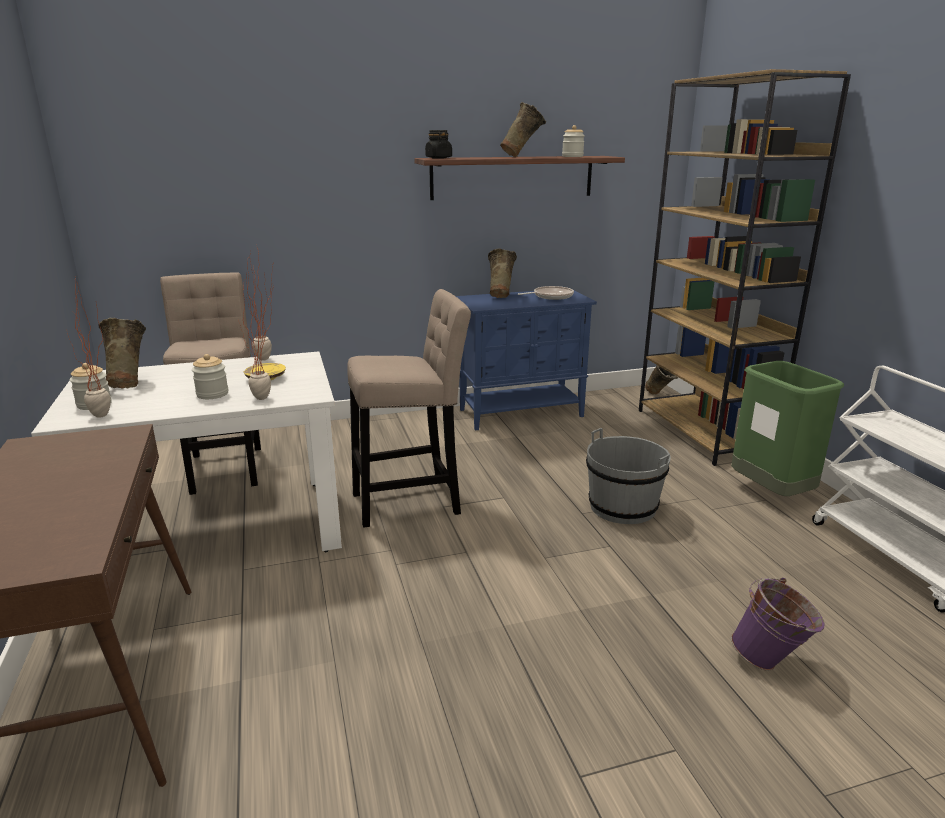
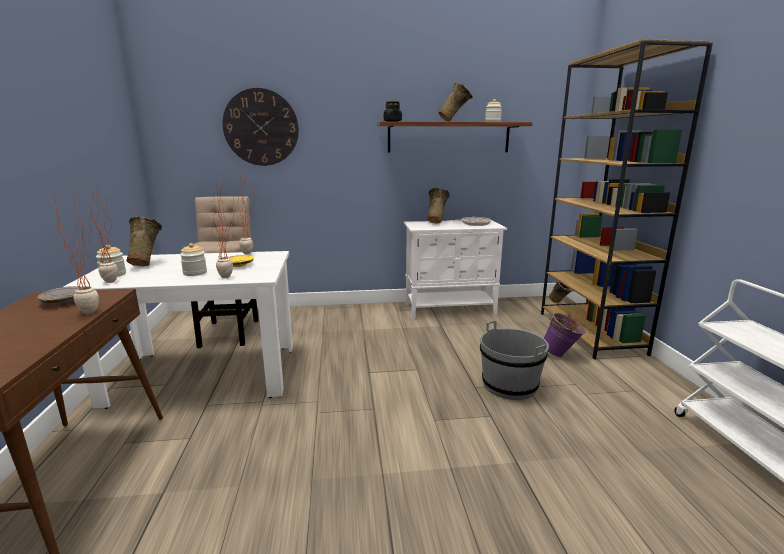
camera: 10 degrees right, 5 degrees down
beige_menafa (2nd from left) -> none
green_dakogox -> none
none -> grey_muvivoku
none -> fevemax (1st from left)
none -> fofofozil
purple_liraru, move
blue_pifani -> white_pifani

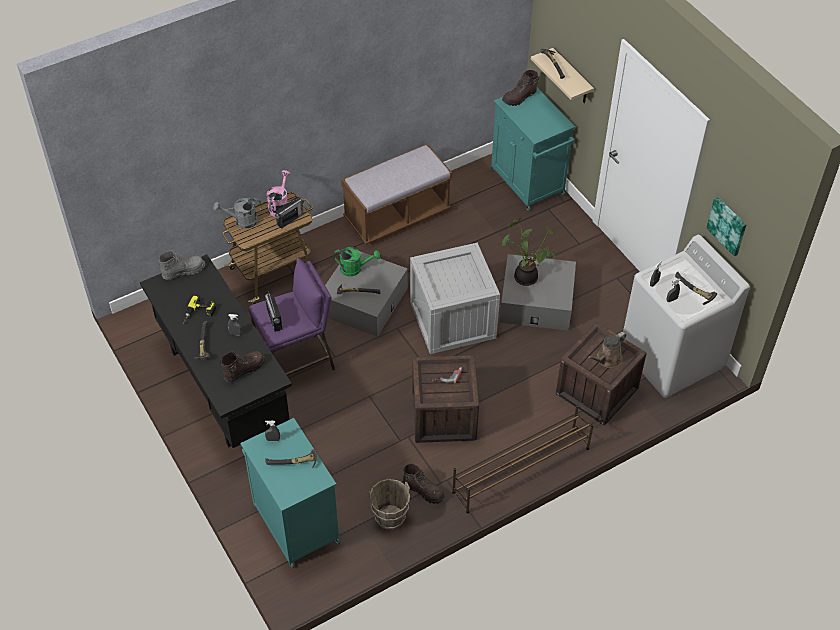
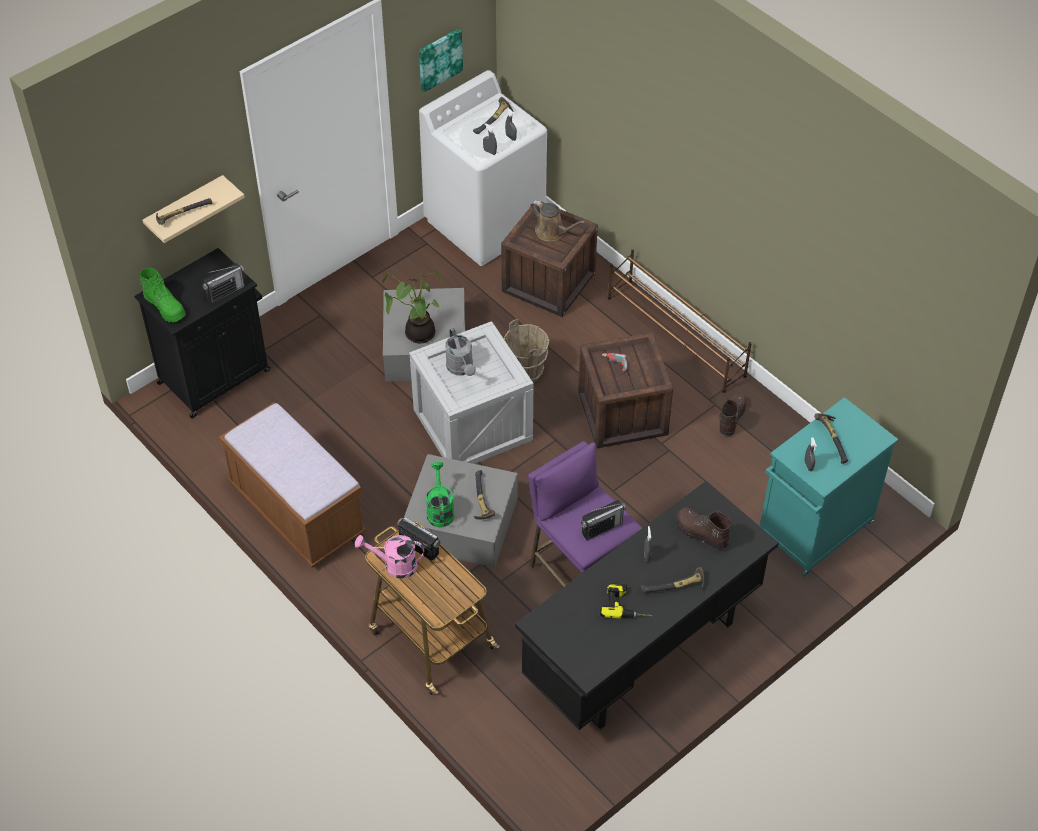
camera: 100 degrees left, 0 degrees up
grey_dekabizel -> none
none -> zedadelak (1st from left)
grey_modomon, move
brown_liraru, move
turquoise_pifani (2nd from left) -> black_pifani
brown_dekabizel (3rd from left) -> green_dekabizel

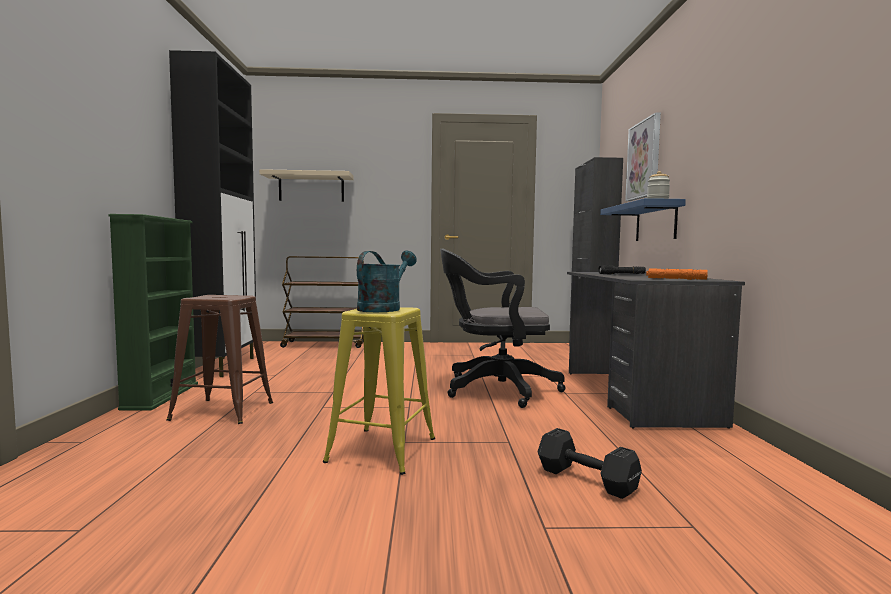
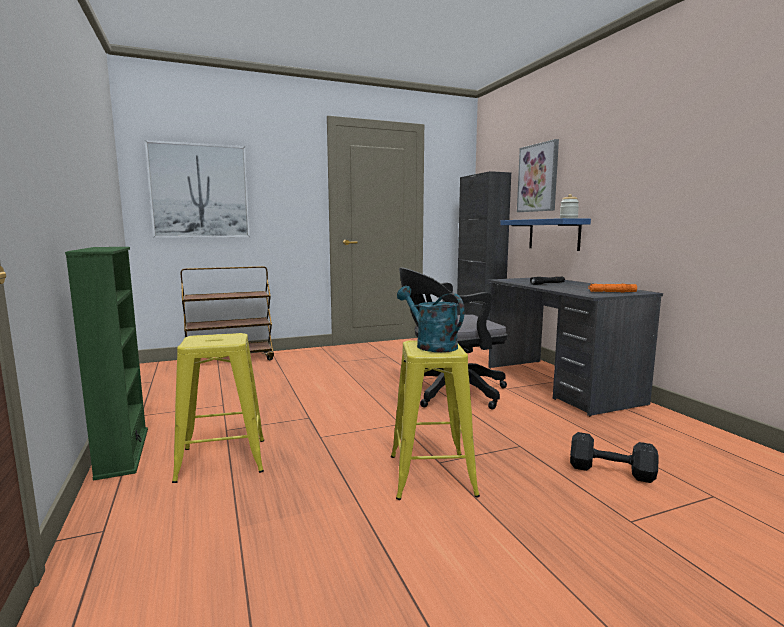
camera: 20 degrees left, 5 degrees up
black_pifani (1st from left) -> none
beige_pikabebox -> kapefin (1st from left)
brown_menafa -> yellow_menafa (1st from left)
turquoise_modomon, 45 degrees counterclockwise

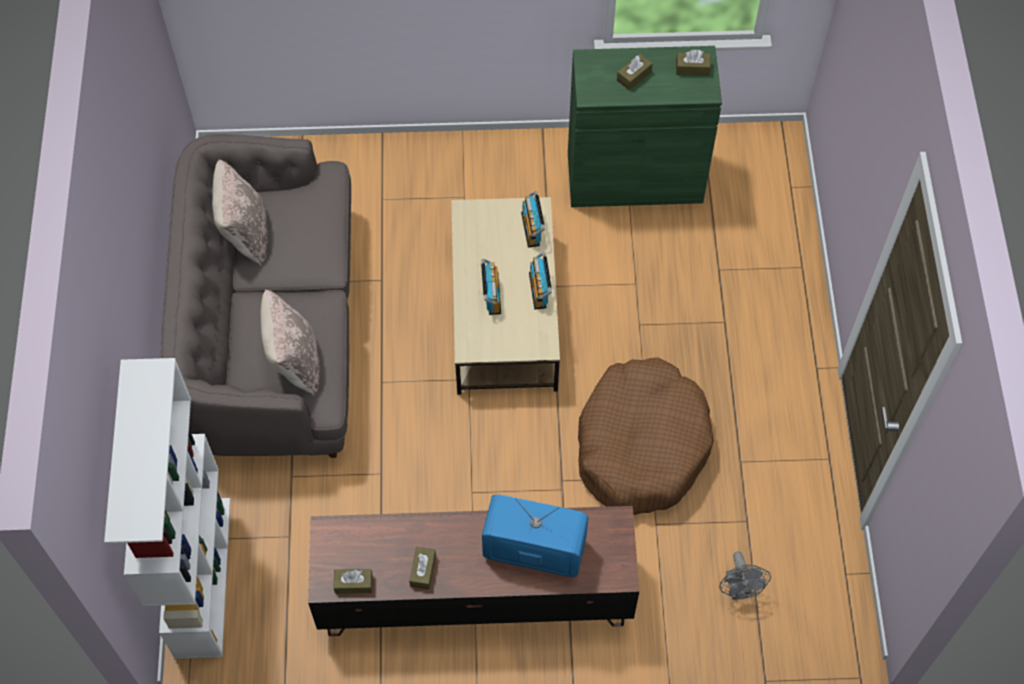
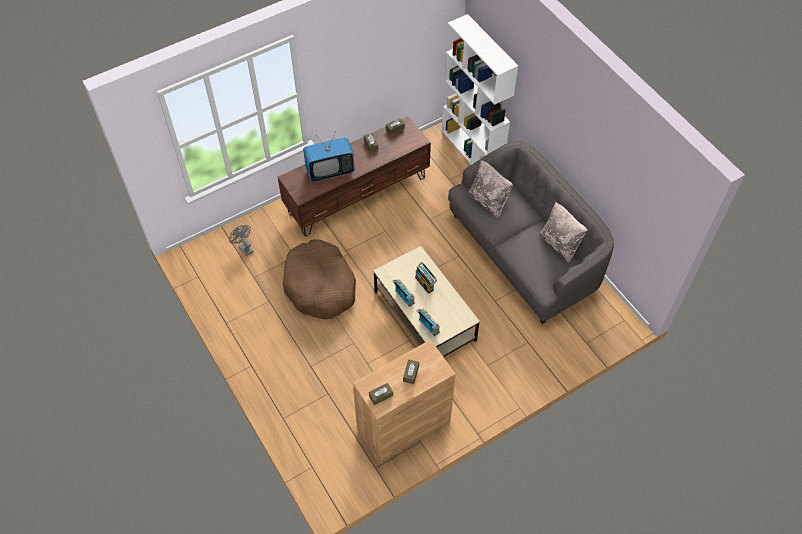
camera: 150 degrees right, 5 degrees down
green_pifani -> brown_pifani

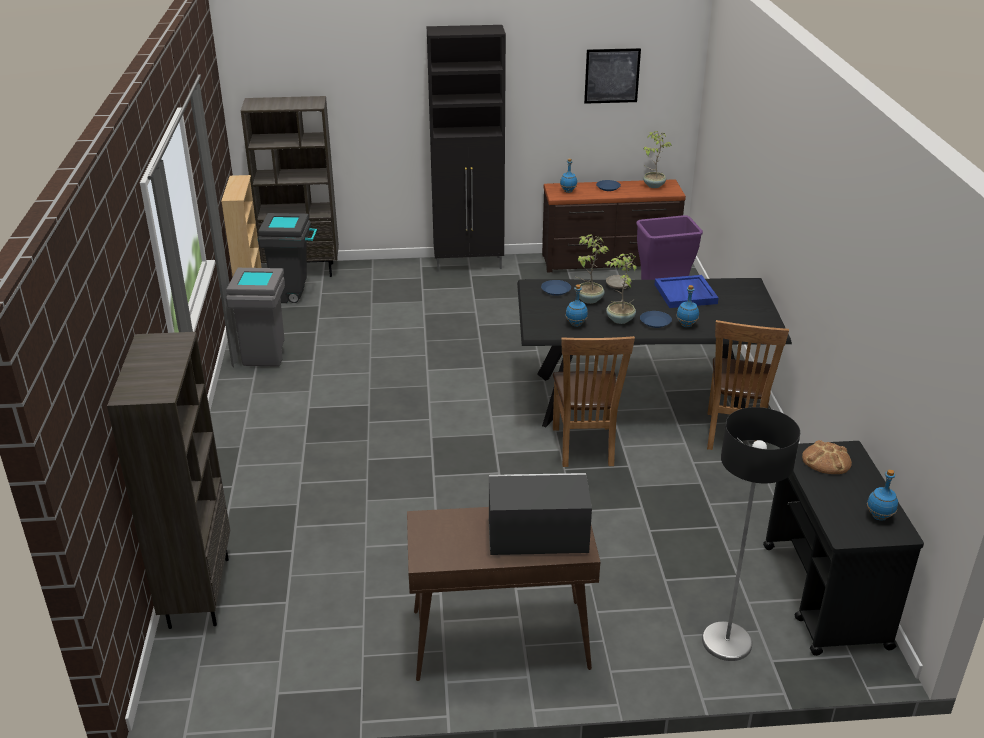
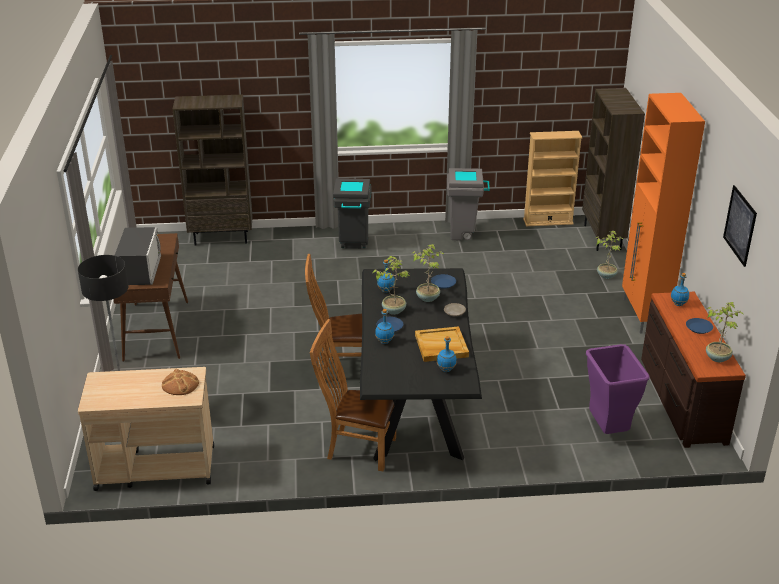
camera: 90 degrees right, 0 degrees up
none -> fevemax (3rd from left)
grey_dakogox (2nd from left in the first image) -> grey_dakogox (1st from left), move
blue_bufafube (4th from left in the first image) -> blue_bufafube (3rd from left), move
black_pifani -> orange_pifani
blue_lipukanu -> beige_lipukanu
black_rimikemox -> beige_rimikemox

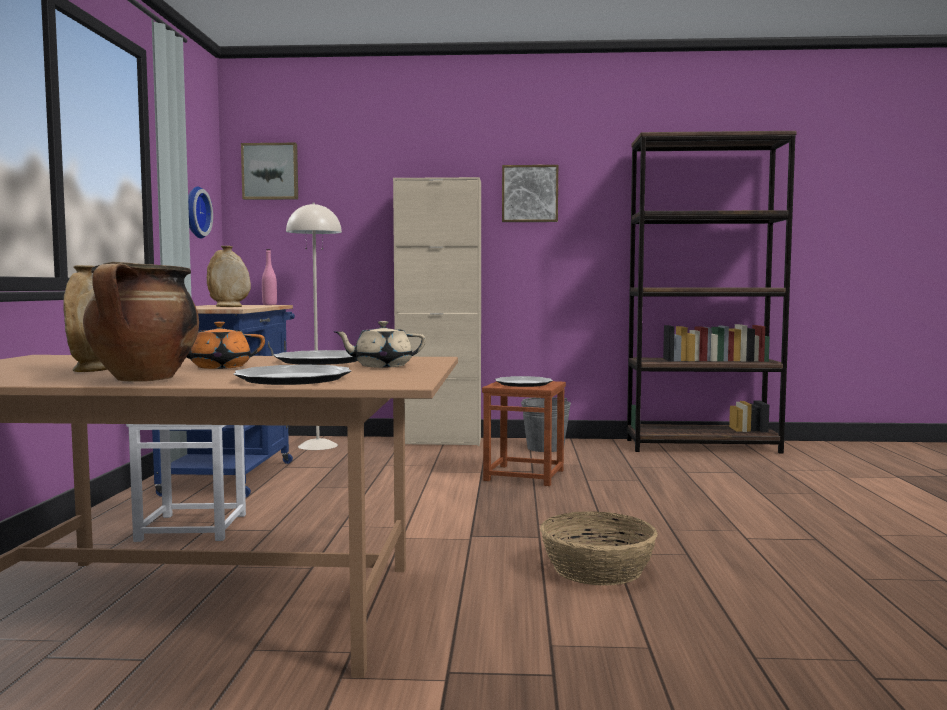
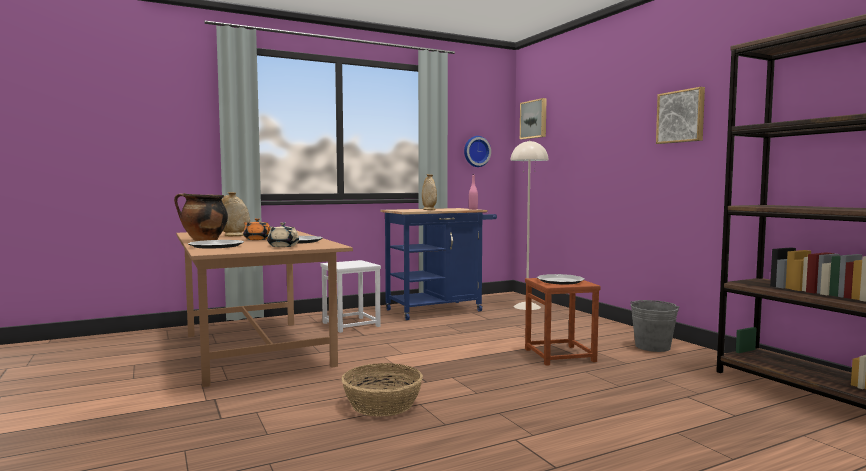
camera: 60 degrees right, 0 degrees up
beige_pifani -> none

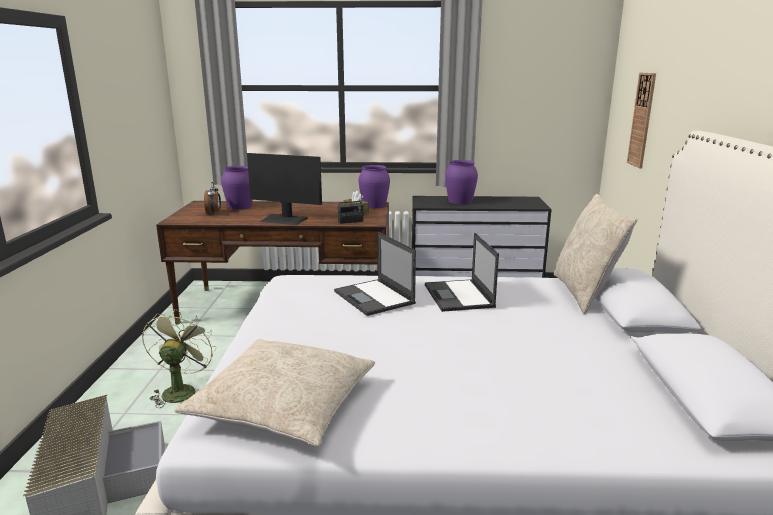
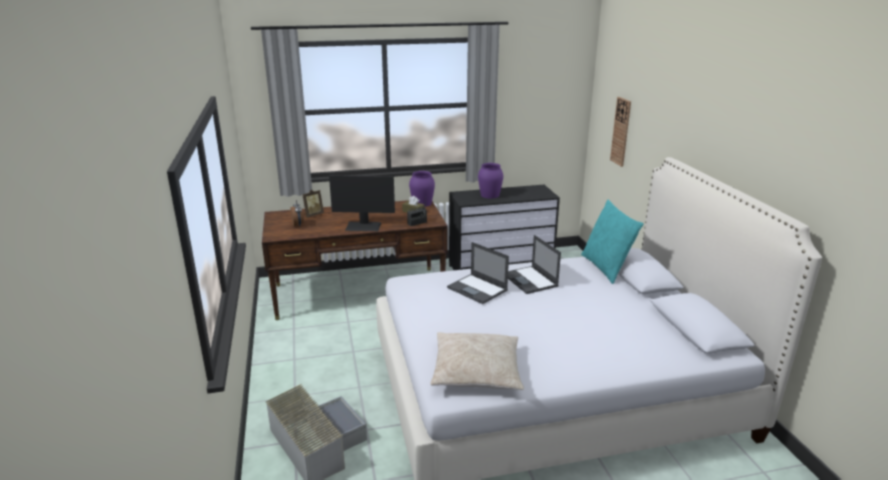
camera: 15 degrees left, 5 degrees up
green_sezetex -> none
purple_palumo (1st from left) -> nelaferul
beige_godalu (2nd from left) -> turquoise_godalu

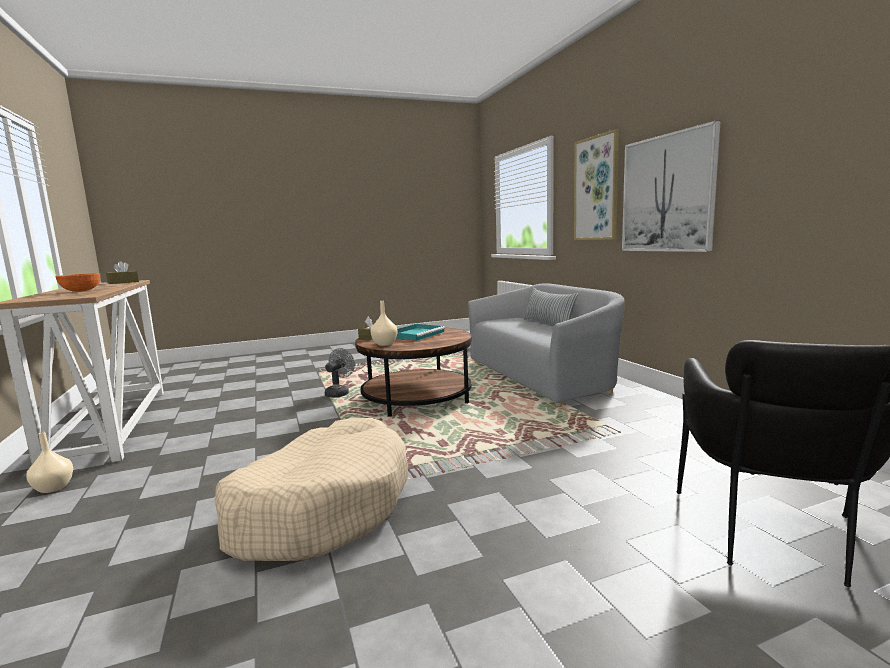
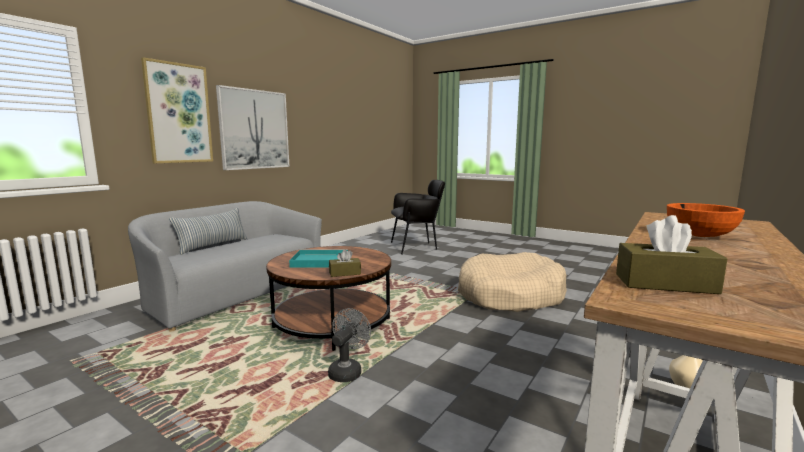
camera: 125 degrees left, 0 degrees up
beige_palumo (2nd from left) -> none
grey_sezetex, 120 degrees clockwise

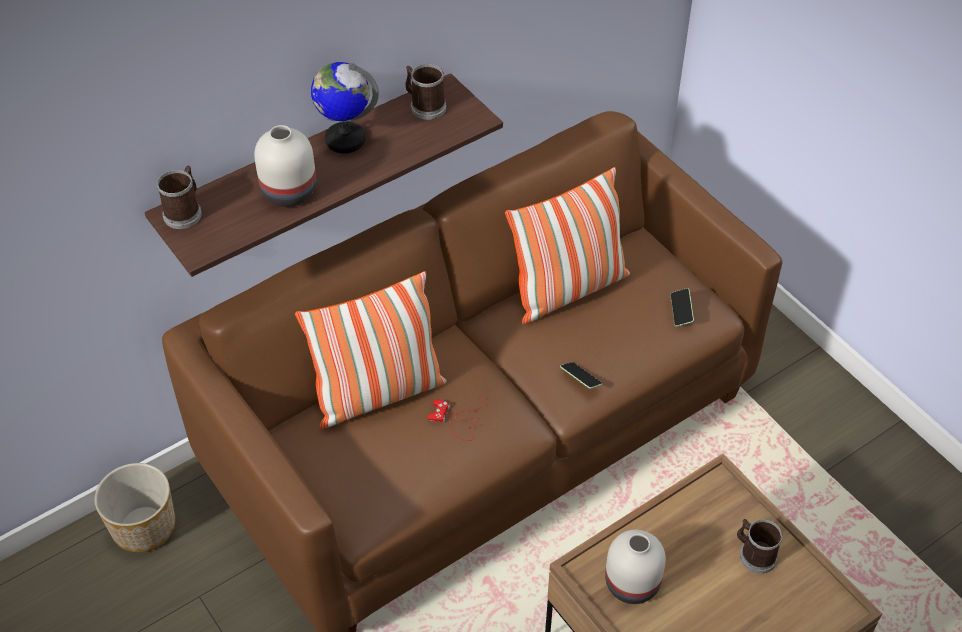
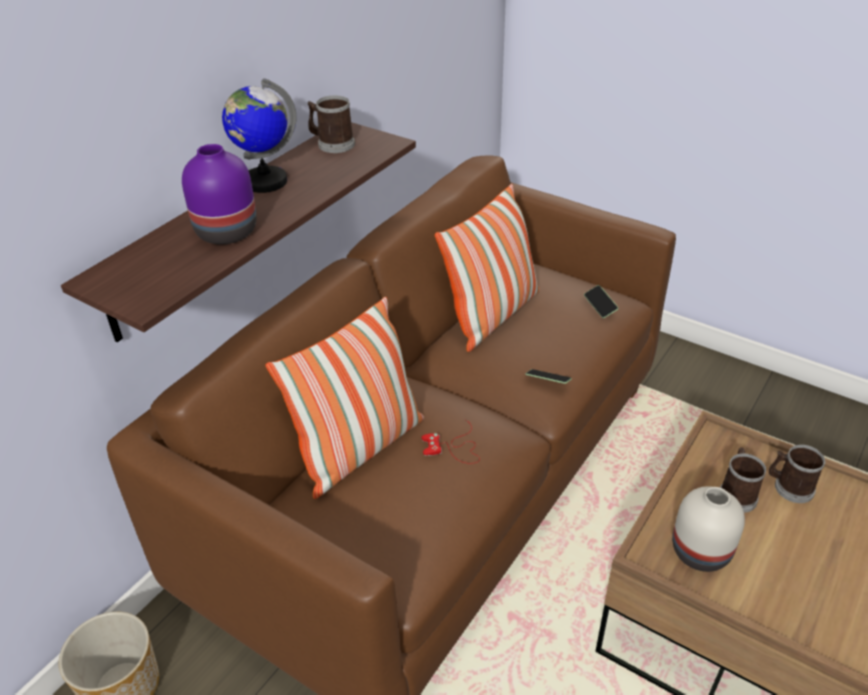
camera: 20 degrees left, 10 degrees down
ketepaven (1st from left in the first image) -> ketepaven (2nd from left), move
white_palumo (1st from left) -> purple_palumo

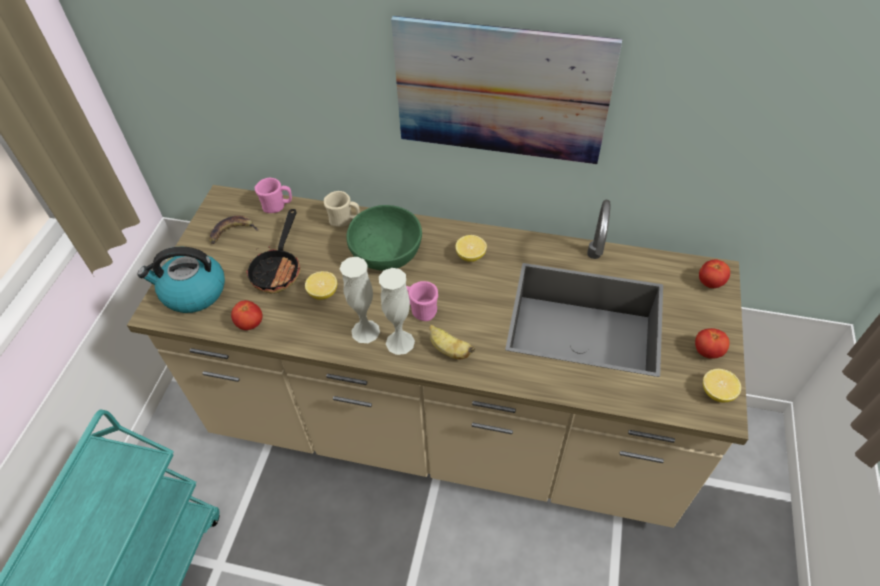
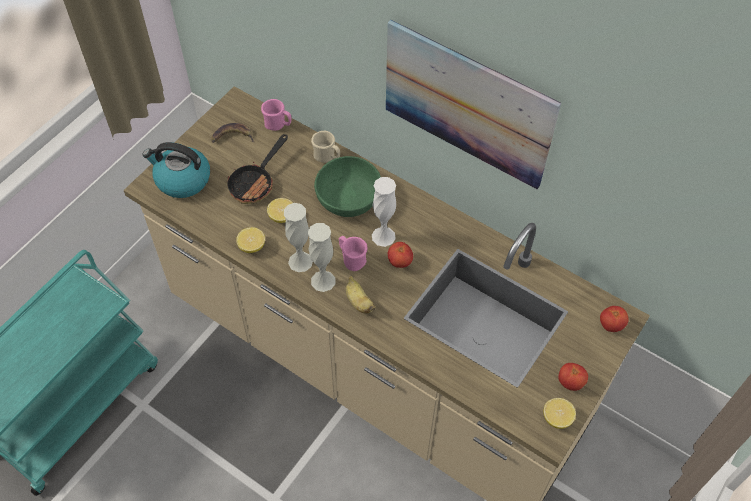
camera: 20 degrees right, 5 degrees up
none -> white_palumo (3rd from left)
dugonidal (1st from left), move
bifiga (2nd from left in the first image) -> bifiga (1st from left), move

